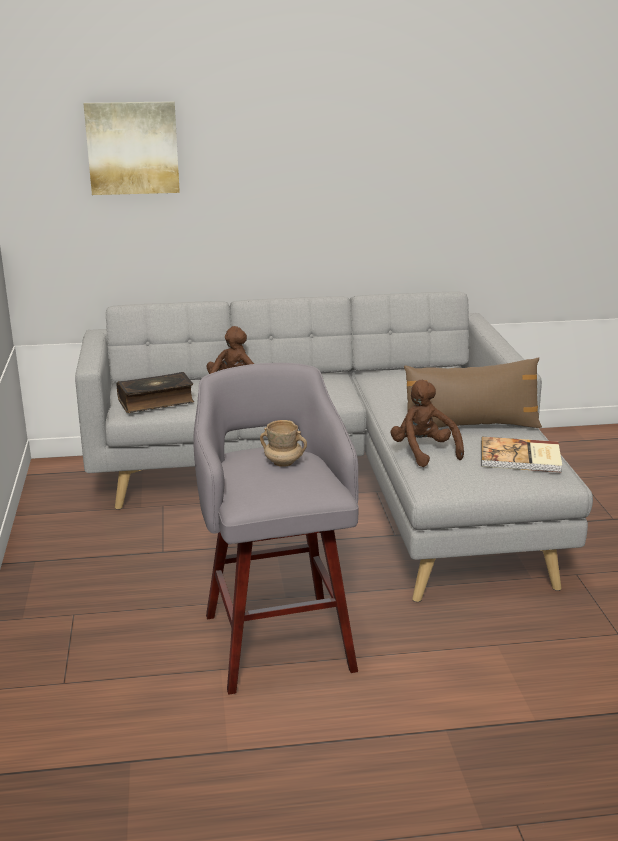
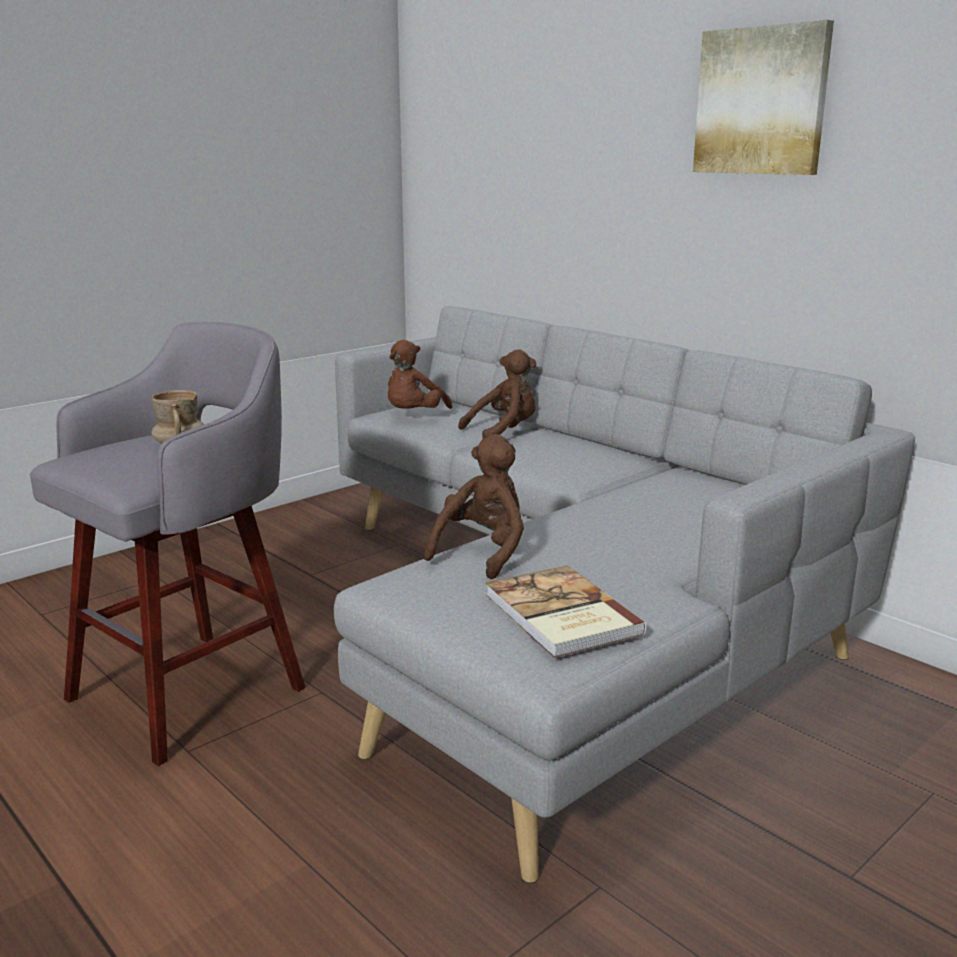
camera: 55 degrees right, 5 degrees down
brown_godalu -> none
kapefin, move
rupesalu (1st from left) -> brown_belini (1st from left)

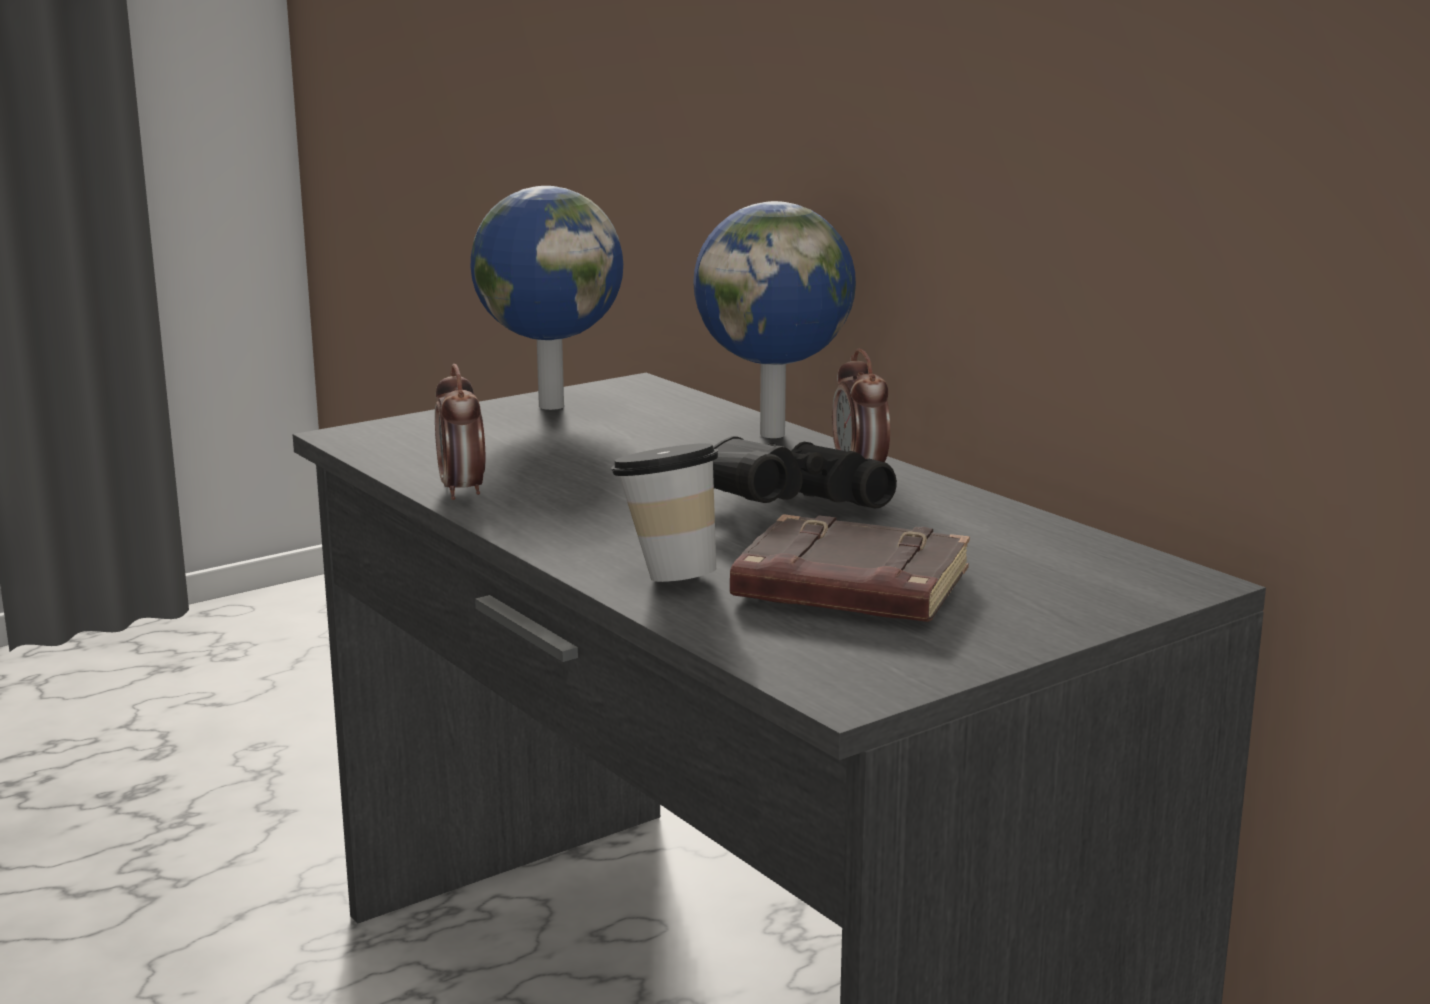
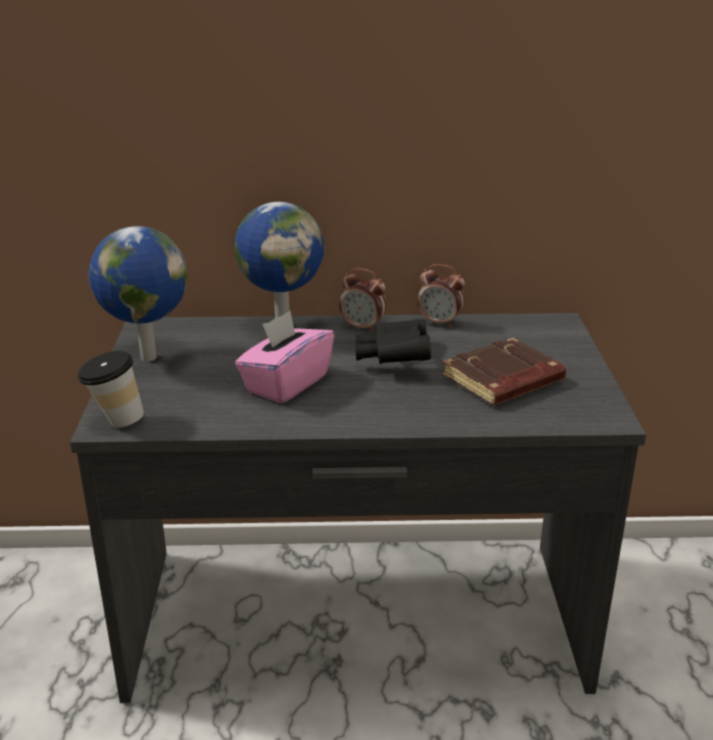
camera: 55 degrees left, 10 degrees up
none -> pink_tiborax
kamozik (1st from left in the first image) -> kamozik (2nd from left), move
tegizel, move

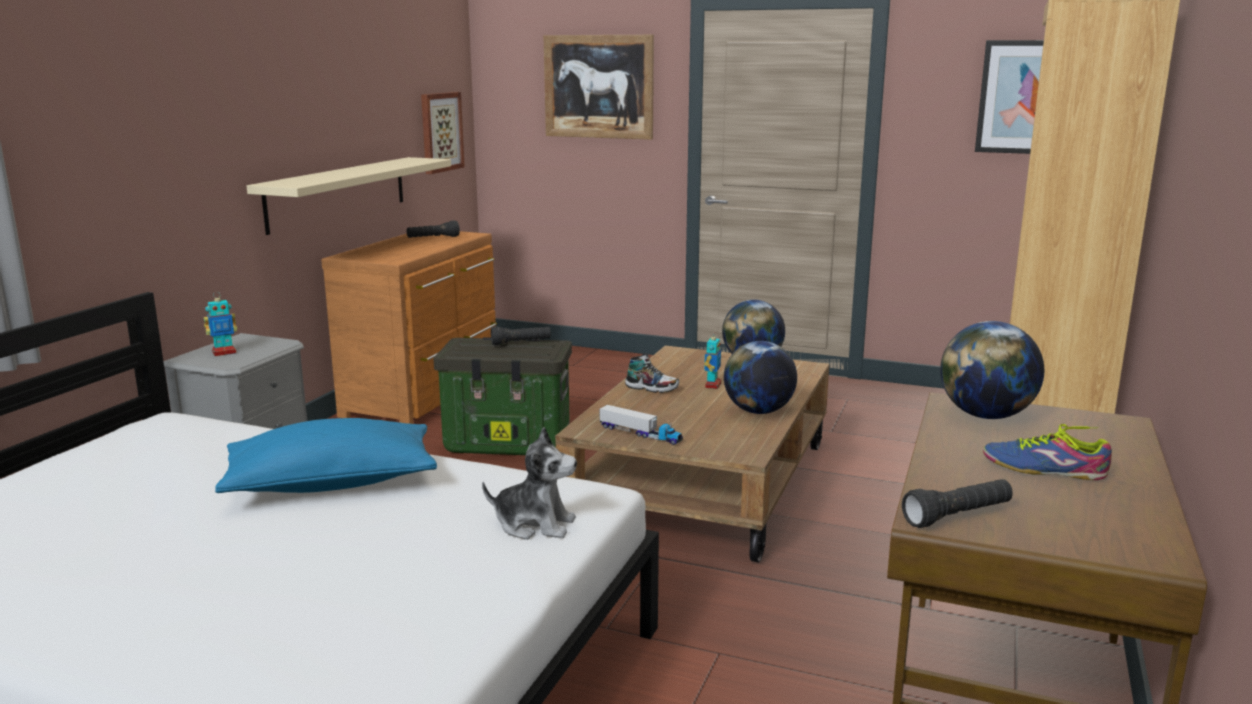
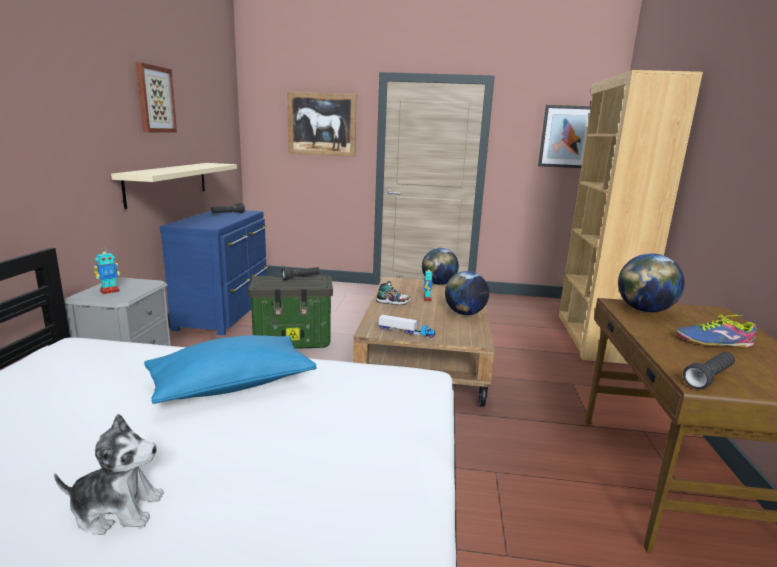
camera: 15 degrees left, 0 degrees up
kapefin (1st from left), move
belini, move
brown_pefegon -> blue_pefegon

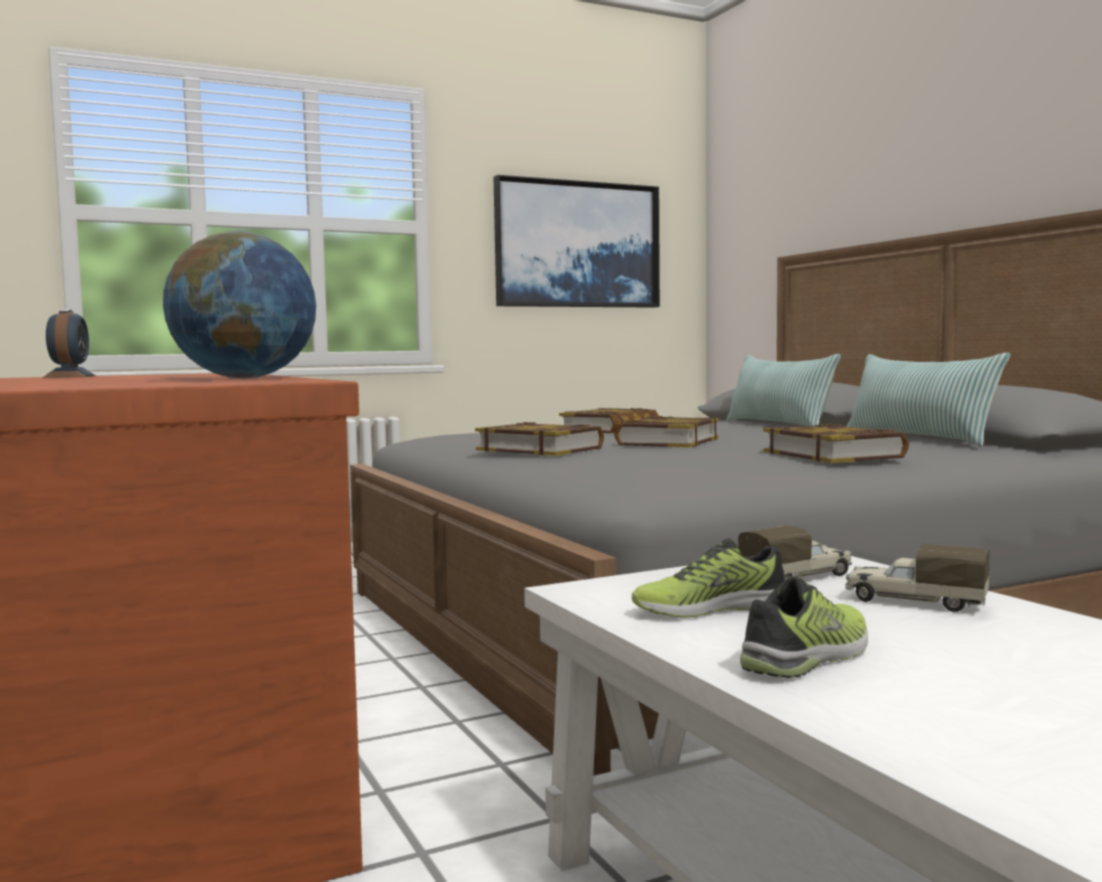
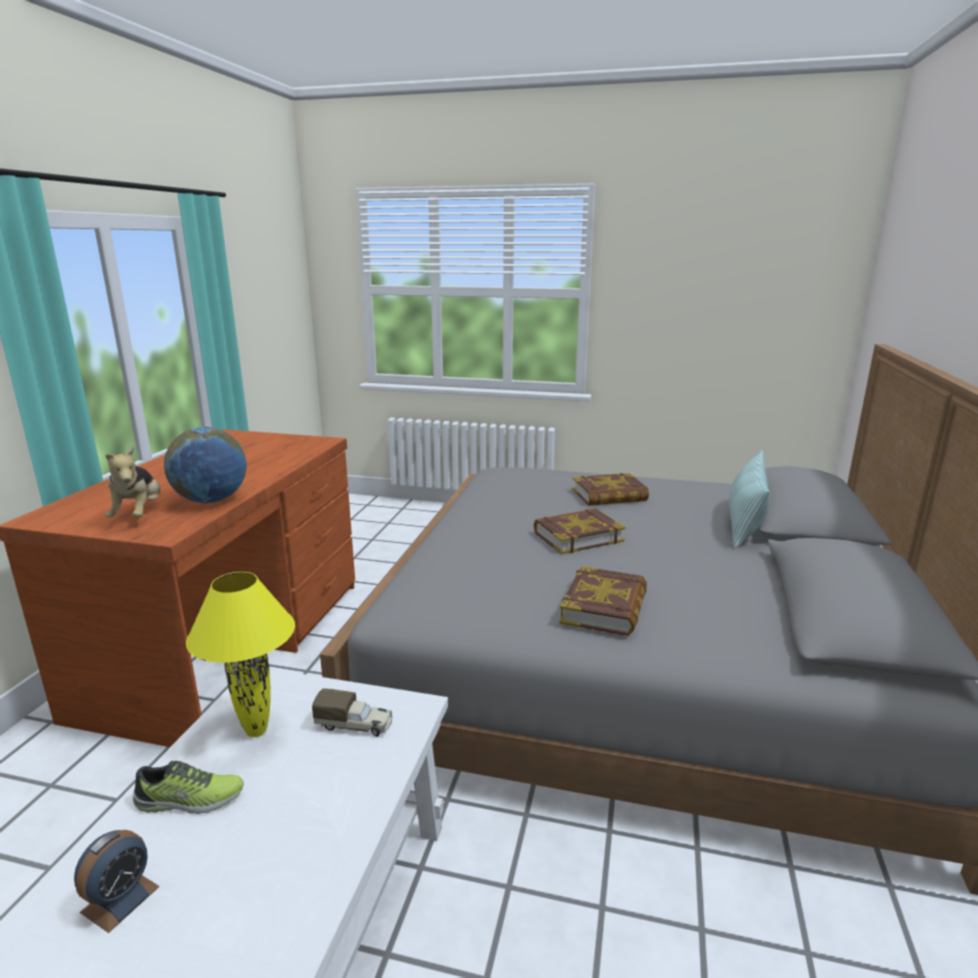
camera: 40 degrees right, 15 degrees up
rupesalu (1st from left) -> none
kapefin -> none
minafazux (2nd from left) -> none
godalu (2nd from left) -> none
none -> belini
kamozik, move
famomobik (1st from left) -> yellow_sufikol

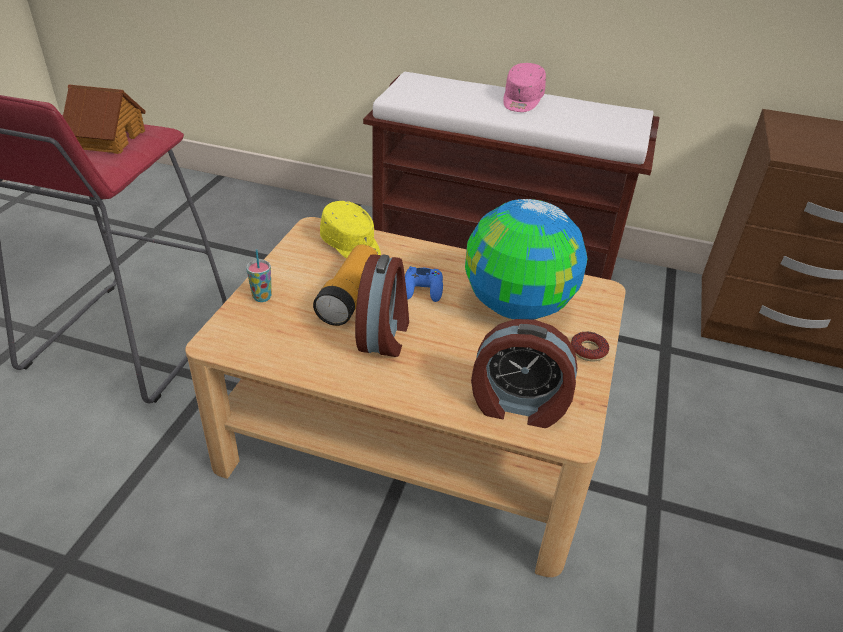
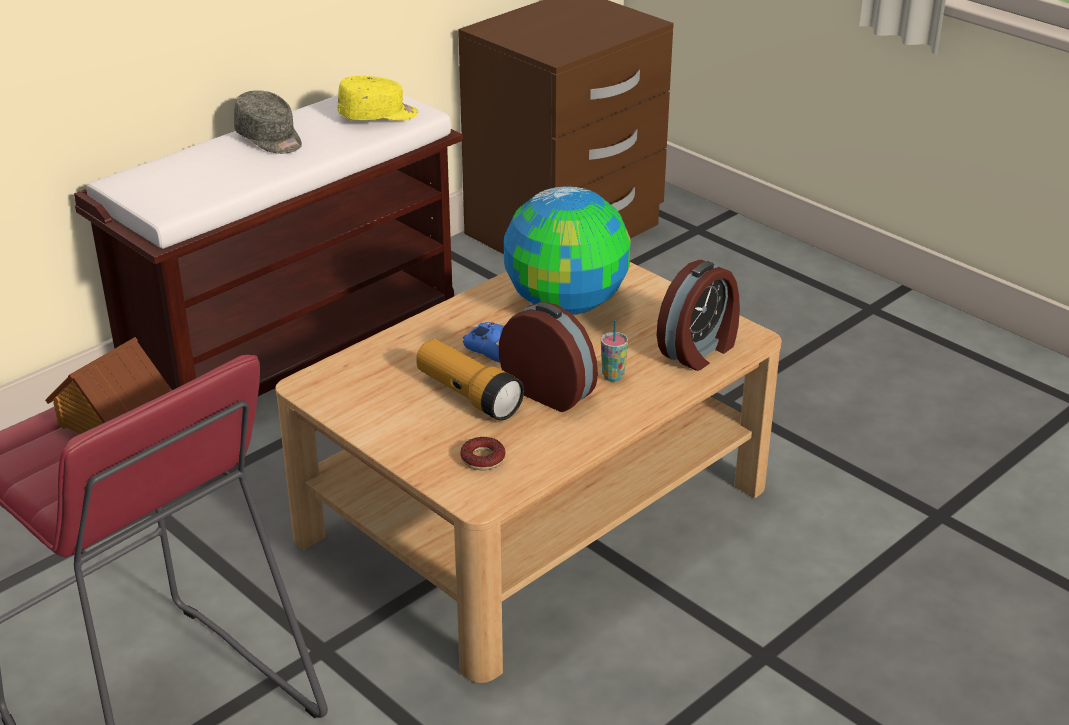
camera: 60 degrees left, 5 degrees down
tegizel, move
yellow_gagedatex, move
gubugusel, move
pink_gagedatex -> grey_gagedatex

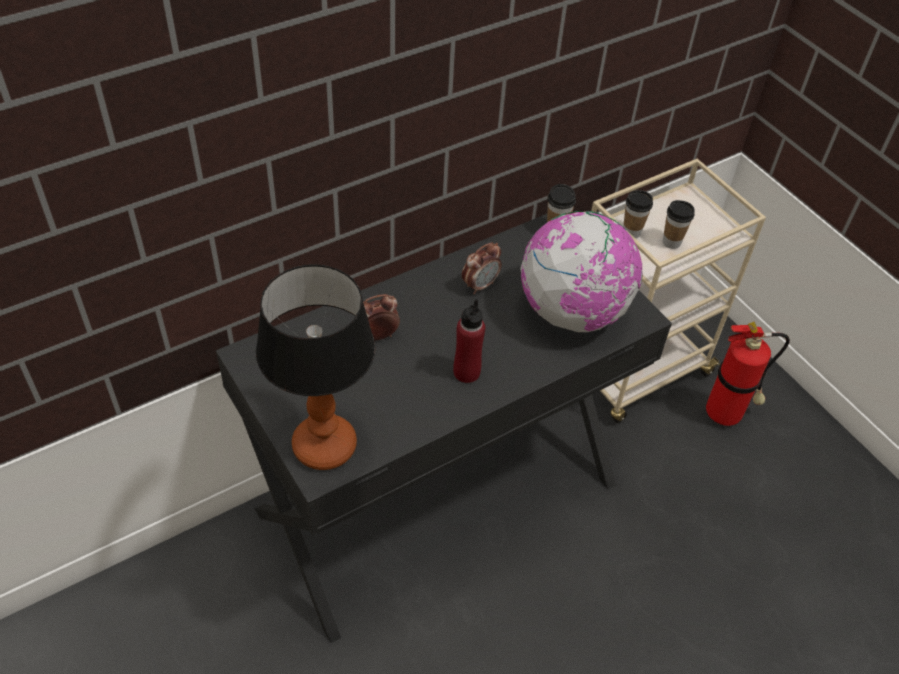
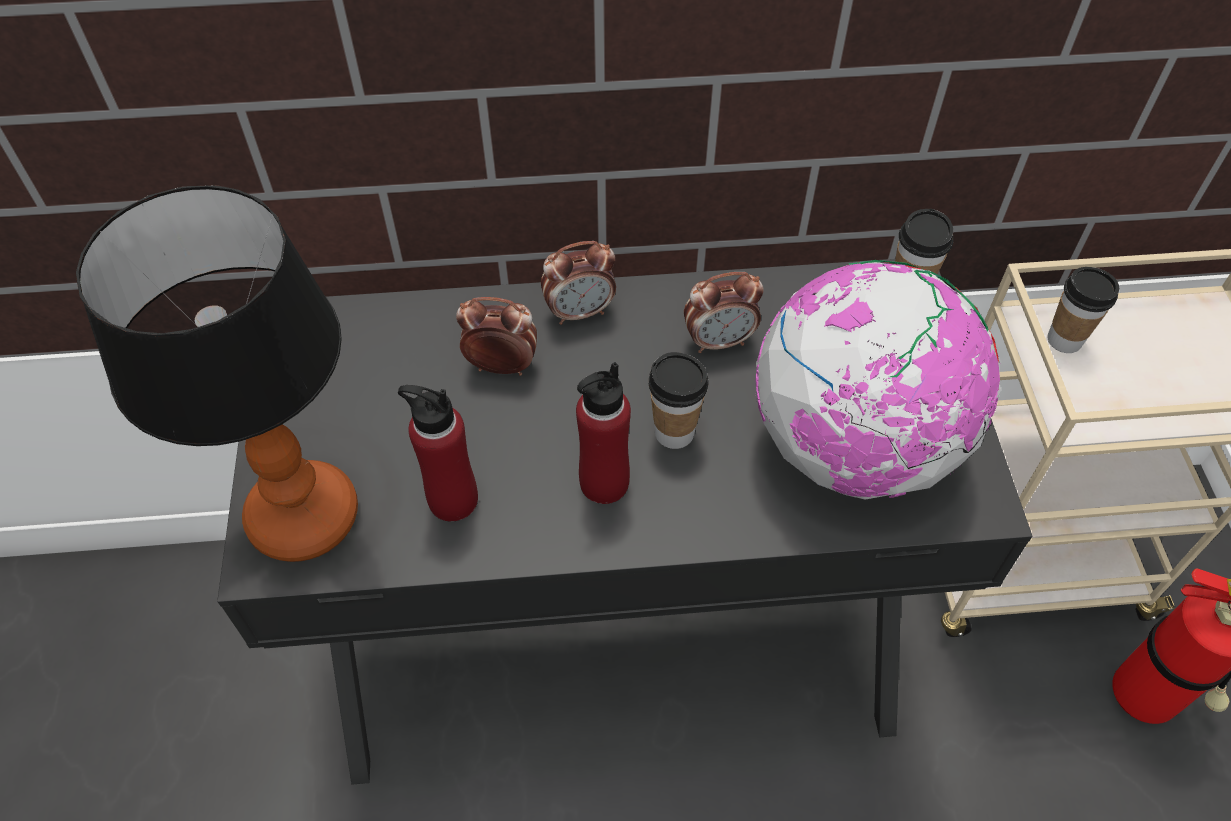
camera: 30 degrees right, 5 degrees up
none -> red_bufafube (1st from left)
none -> kamozik (2nd from left)
tegizel (3rd from left in the first image) -> tegizel (1st from left), move

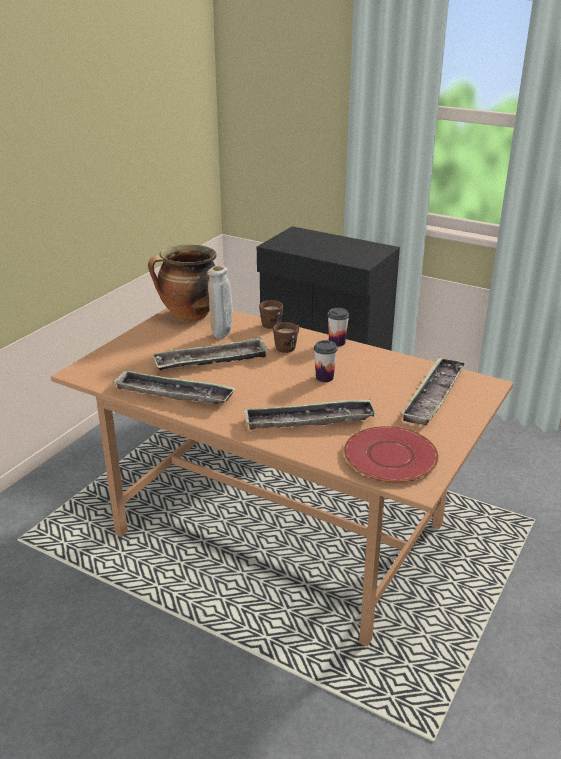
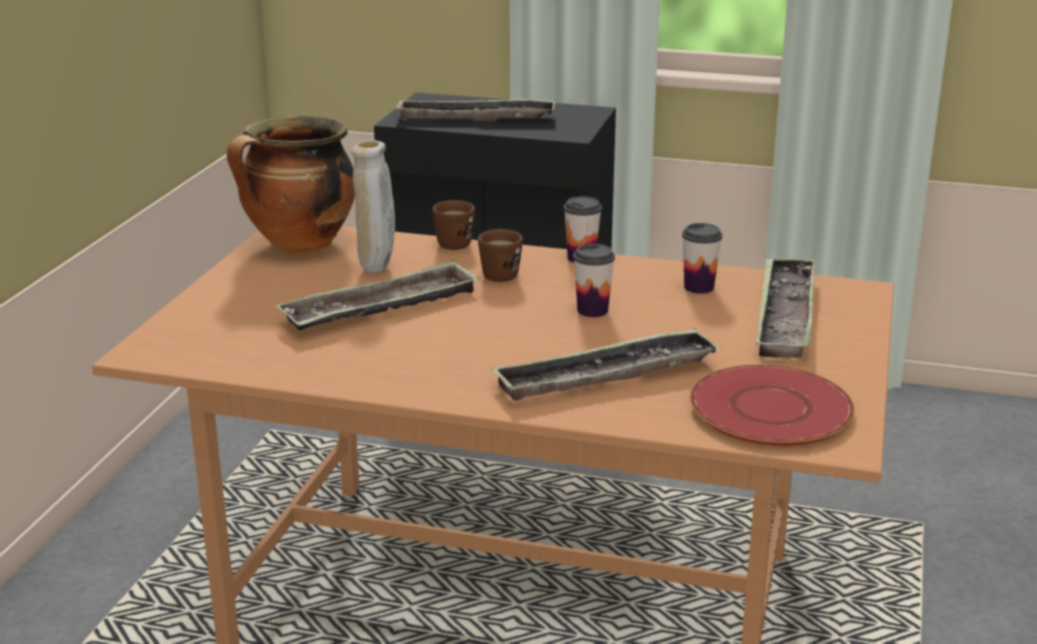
camera: 15 degrees left, 5 degrees down
none -> tegizel (3rd from left)
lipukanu (1st from left in the first image) -> lipukanu (2nd from left), move

